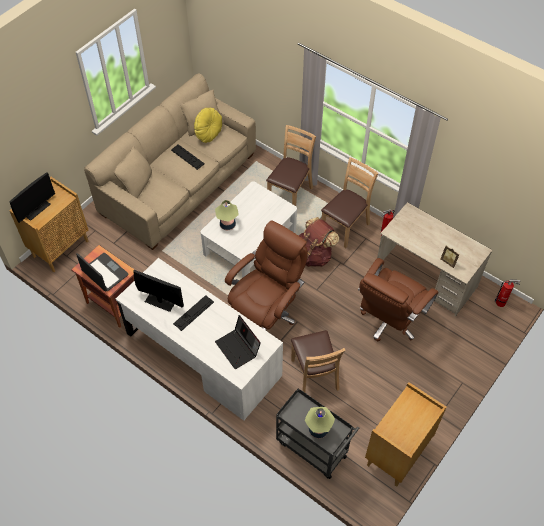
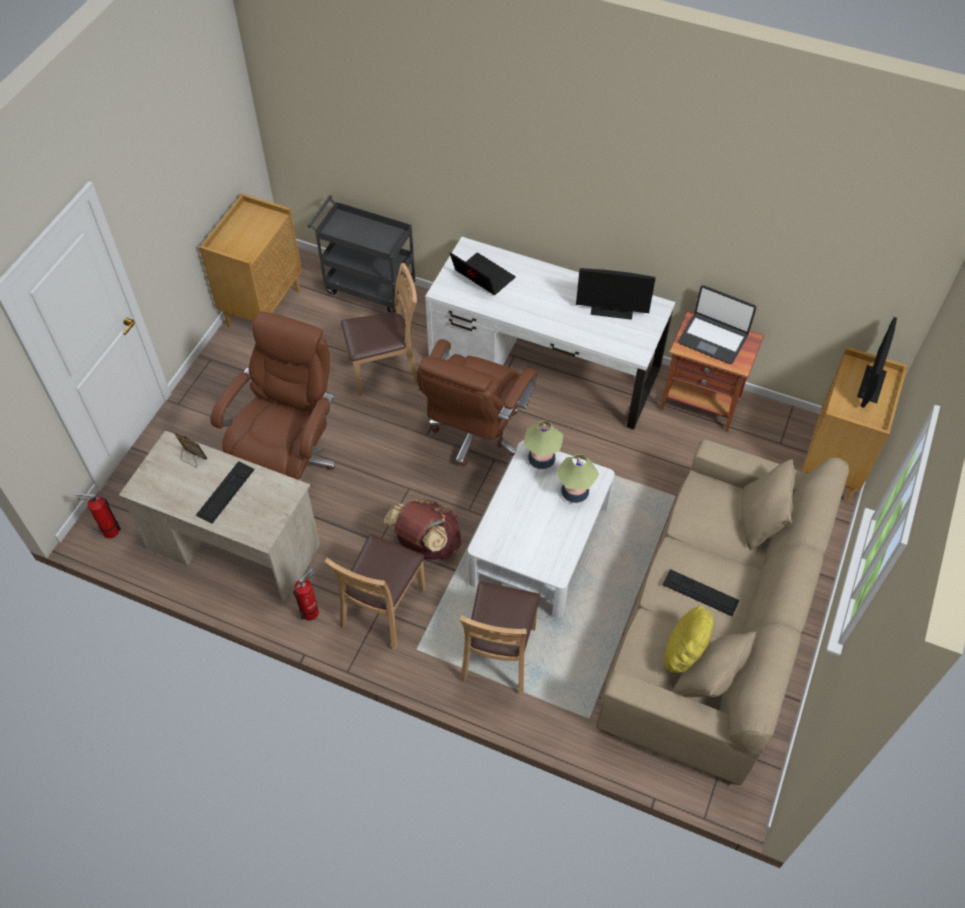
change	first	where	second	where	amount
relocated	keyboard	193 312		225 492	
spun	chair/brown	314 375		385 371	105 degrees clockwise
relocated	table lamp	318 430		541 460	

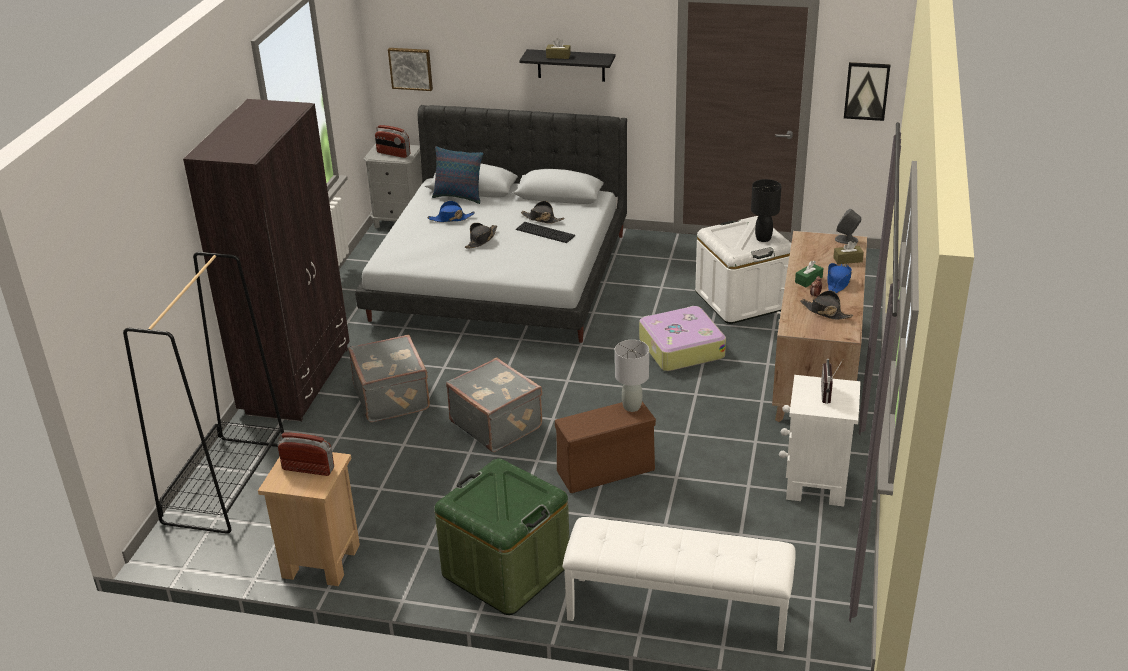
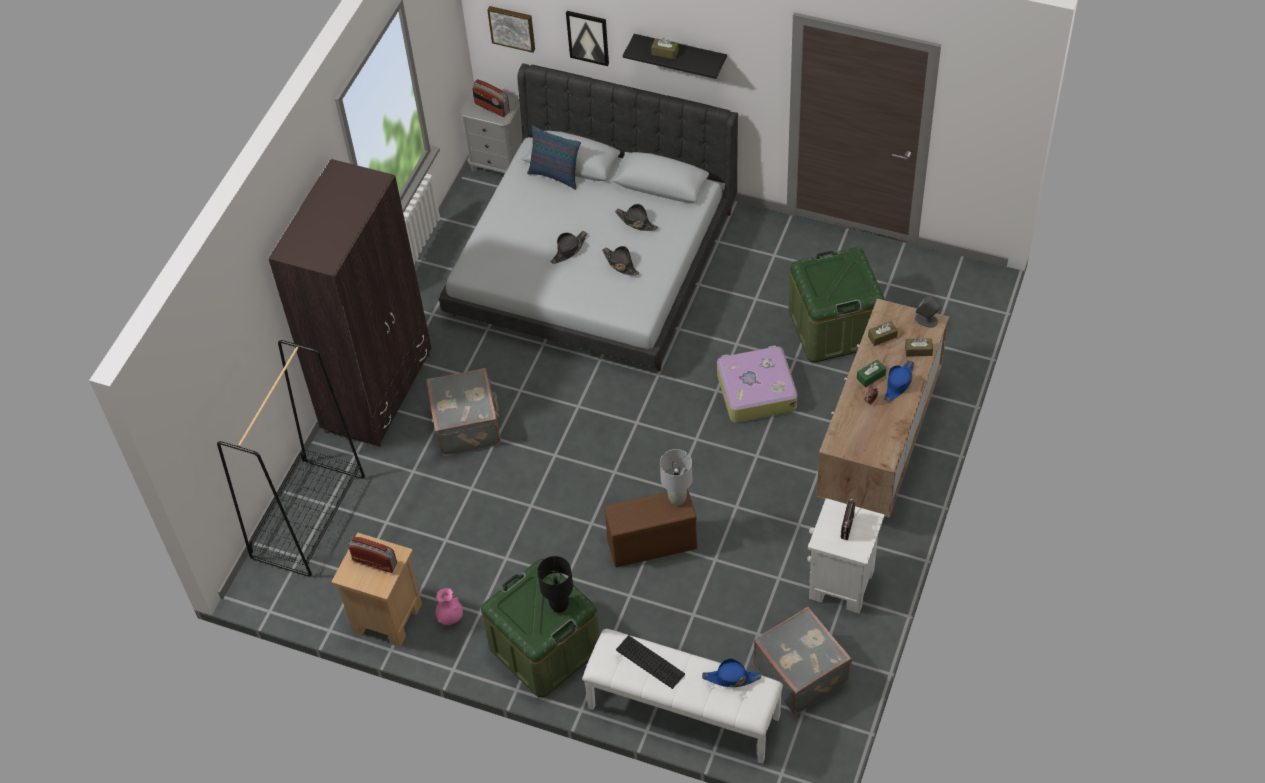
change	first	where	second	where	amount
appeared			vase/pink	450 617	
relocated	table lamp/black	763 238		559 606	
relocated	picture	866 91		588 37	
relocated	hat/black	825 312		620 264	
relocated	keyboard	545 232		650 662	
relocated	hat/blue	451 218		731 678	
relocated	suitcase/grey	497 424		801 672	
colour	storage box/white	742 300	storage box/green	834 328	
appeared			tissue box/brown	882 337	

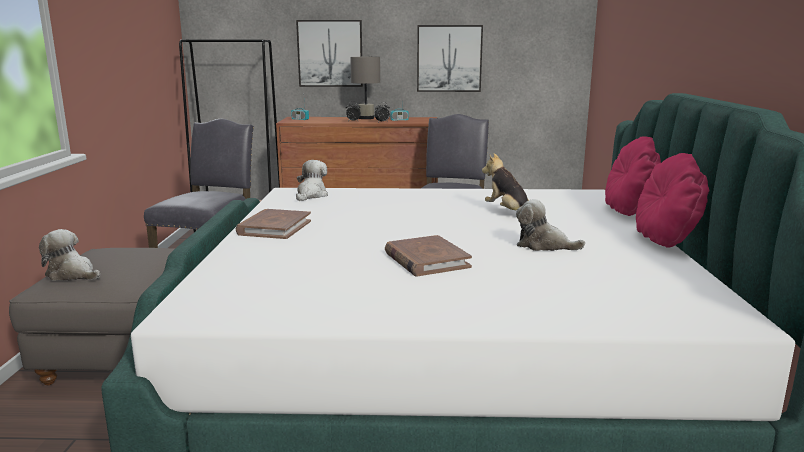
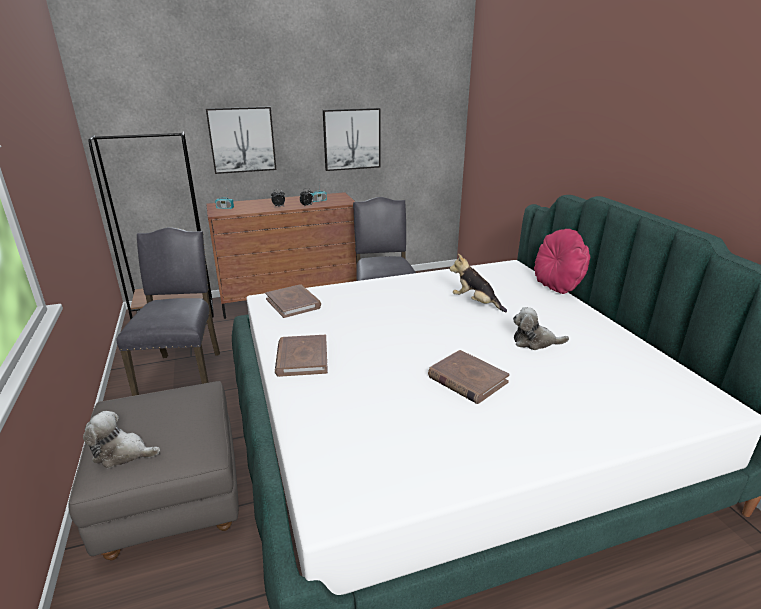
change	first	where	second	where	amount
exchanged	plush toy	311 195	book/brown	293 303	
missing	table lamp/grey	366 118			
missing	pillow/pink	666 241			

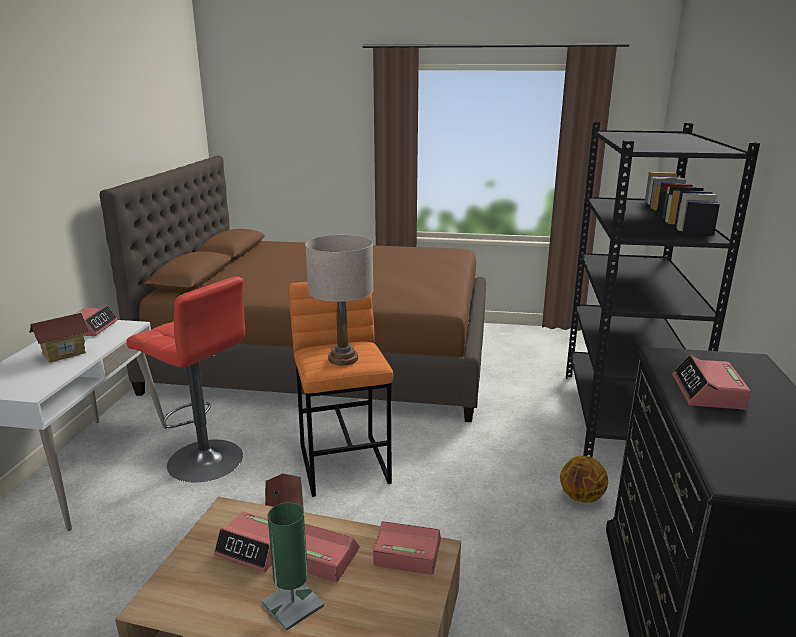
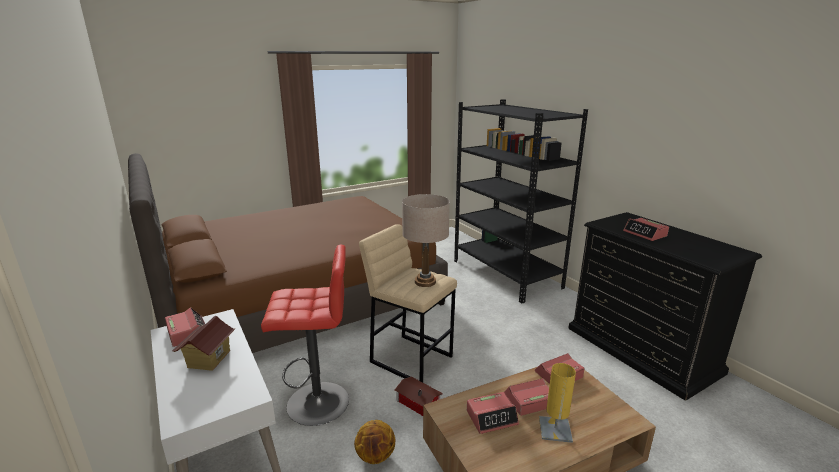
change	first	where	second	where	amount
relocated	basketball	581 497		376 456	
colour	stool/orange	343 462	stool/beige	409 358	
colour	table lamp/green	293 604	table lamp/yellow	555 429	

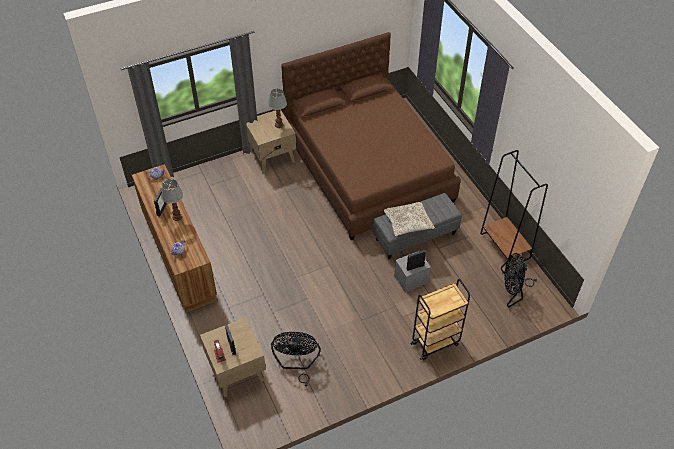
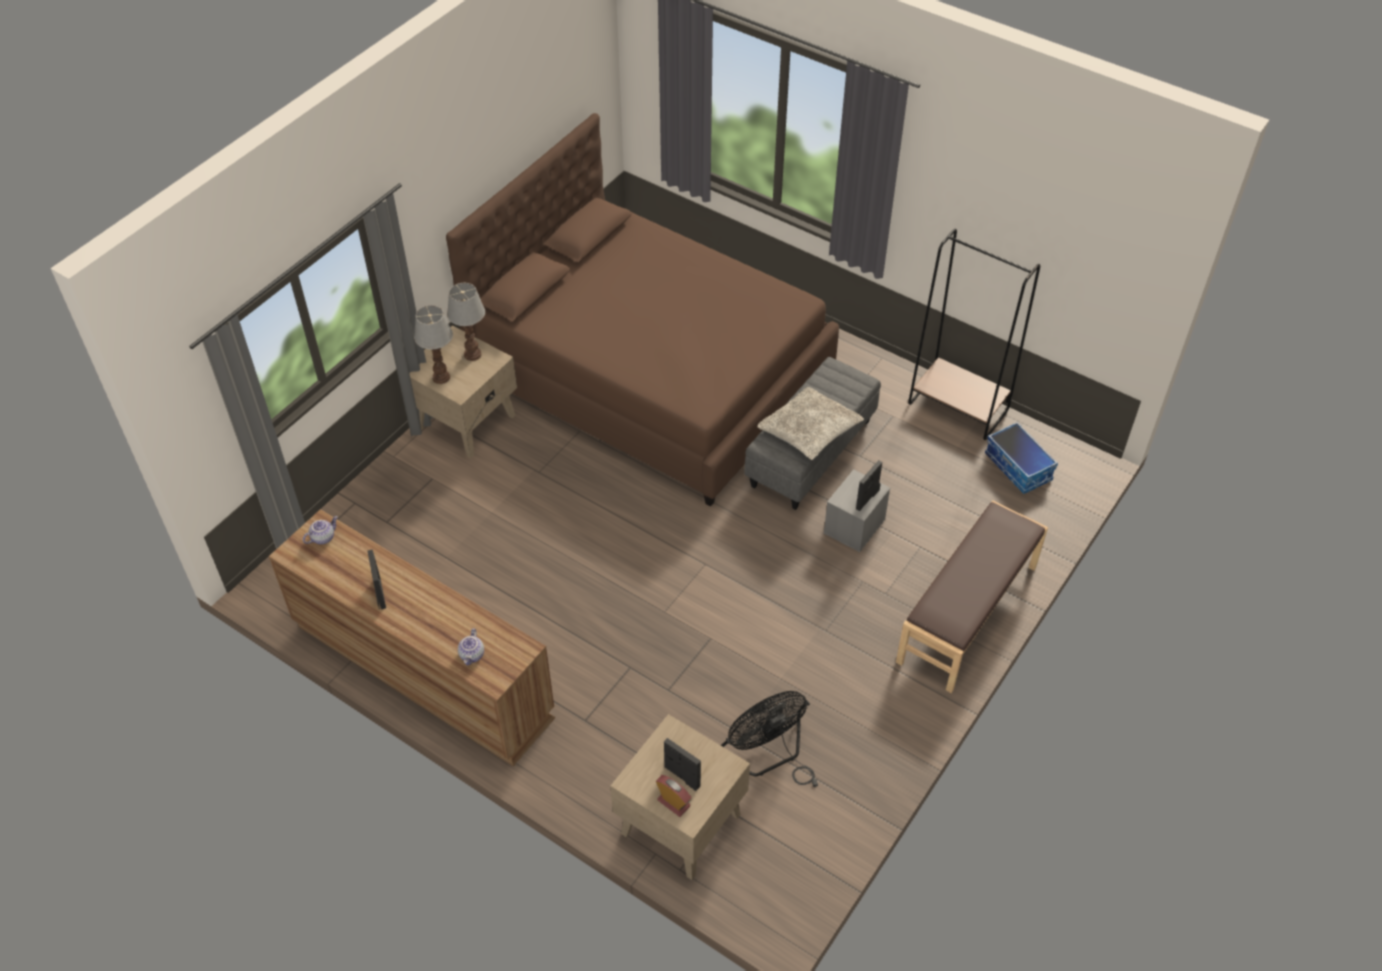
change	first	where	second	where	amount
relocated	table lamp	177 216		440 377	
exchanged	cart/brown	435 345	bench/brown	968 614	
exchanged	fan/black	514 288	storage box	1018 467	

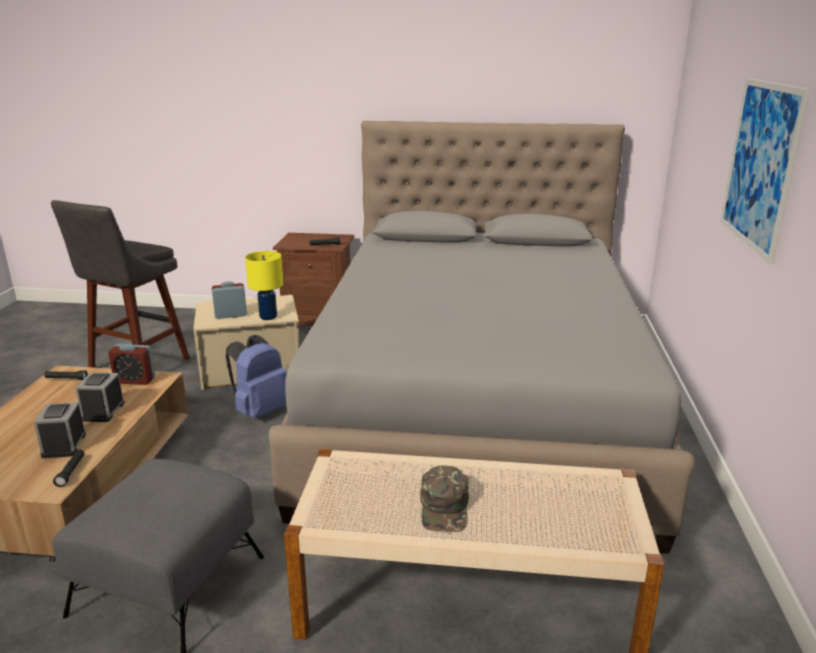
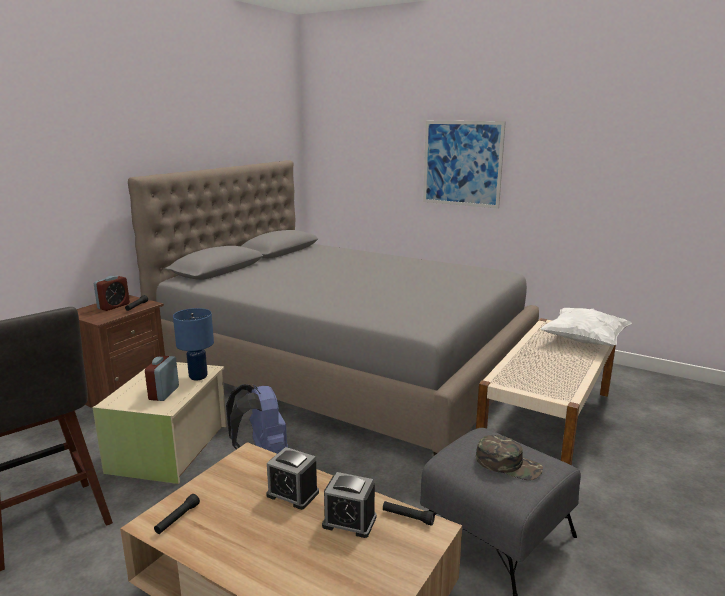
change	first	where	second	where	amount
relocated	alarm clock	135 380		113 306	
colour	table lamp/yellow	267 317	table lamp/blue	197 377	
relocated	cap/green	445 507		508 464	
appeared			pillow/white	584 341	

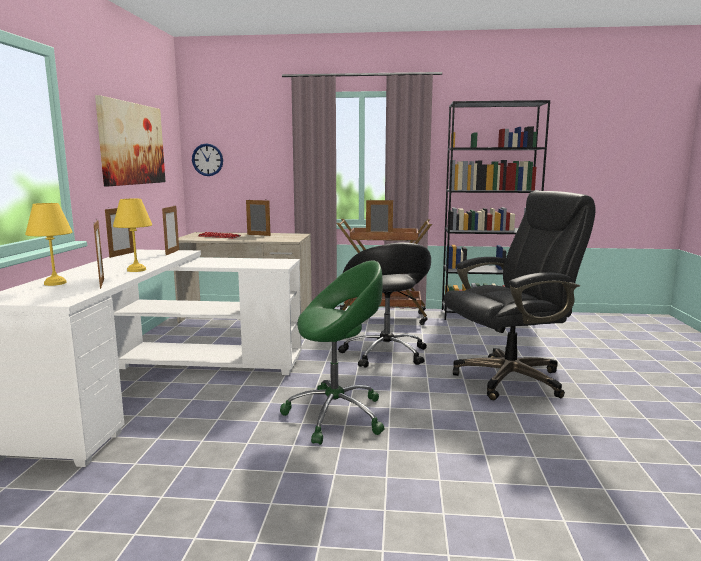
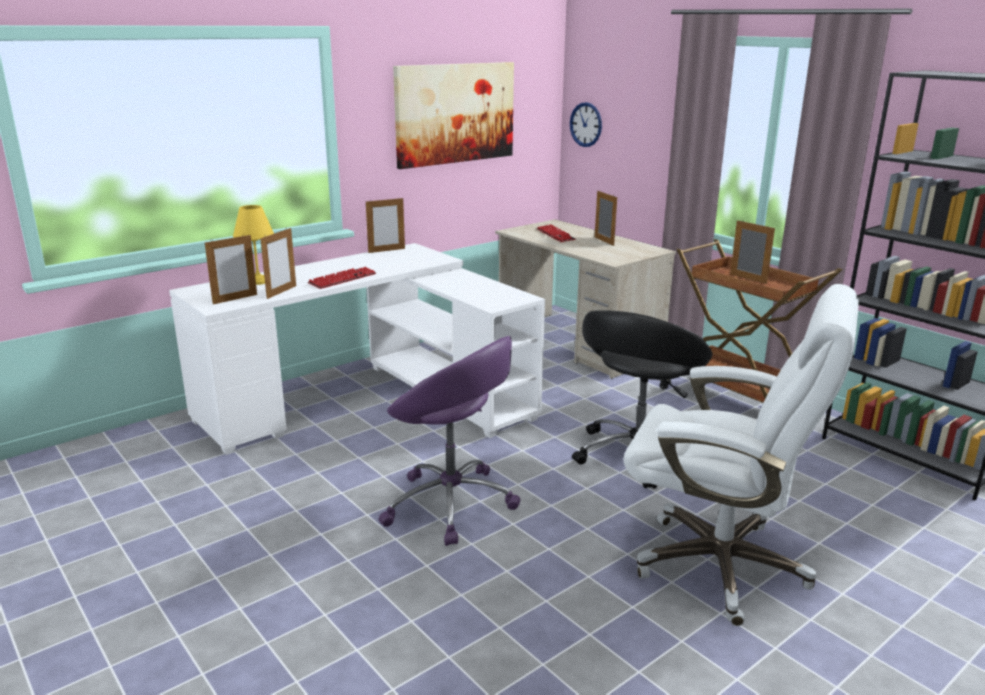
change	first	where	second	where	amount
relocated	picture frame	172 252		235 299	
exchanged	table lamp/yellow	136 270	keyboard	342 279	
colour	office chair/green	338 415	office chair/purple	452 505	
colour	office chair/black	507 380	office chair/white	716 564	

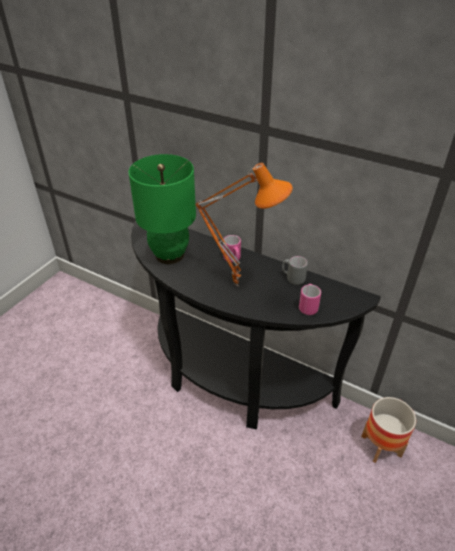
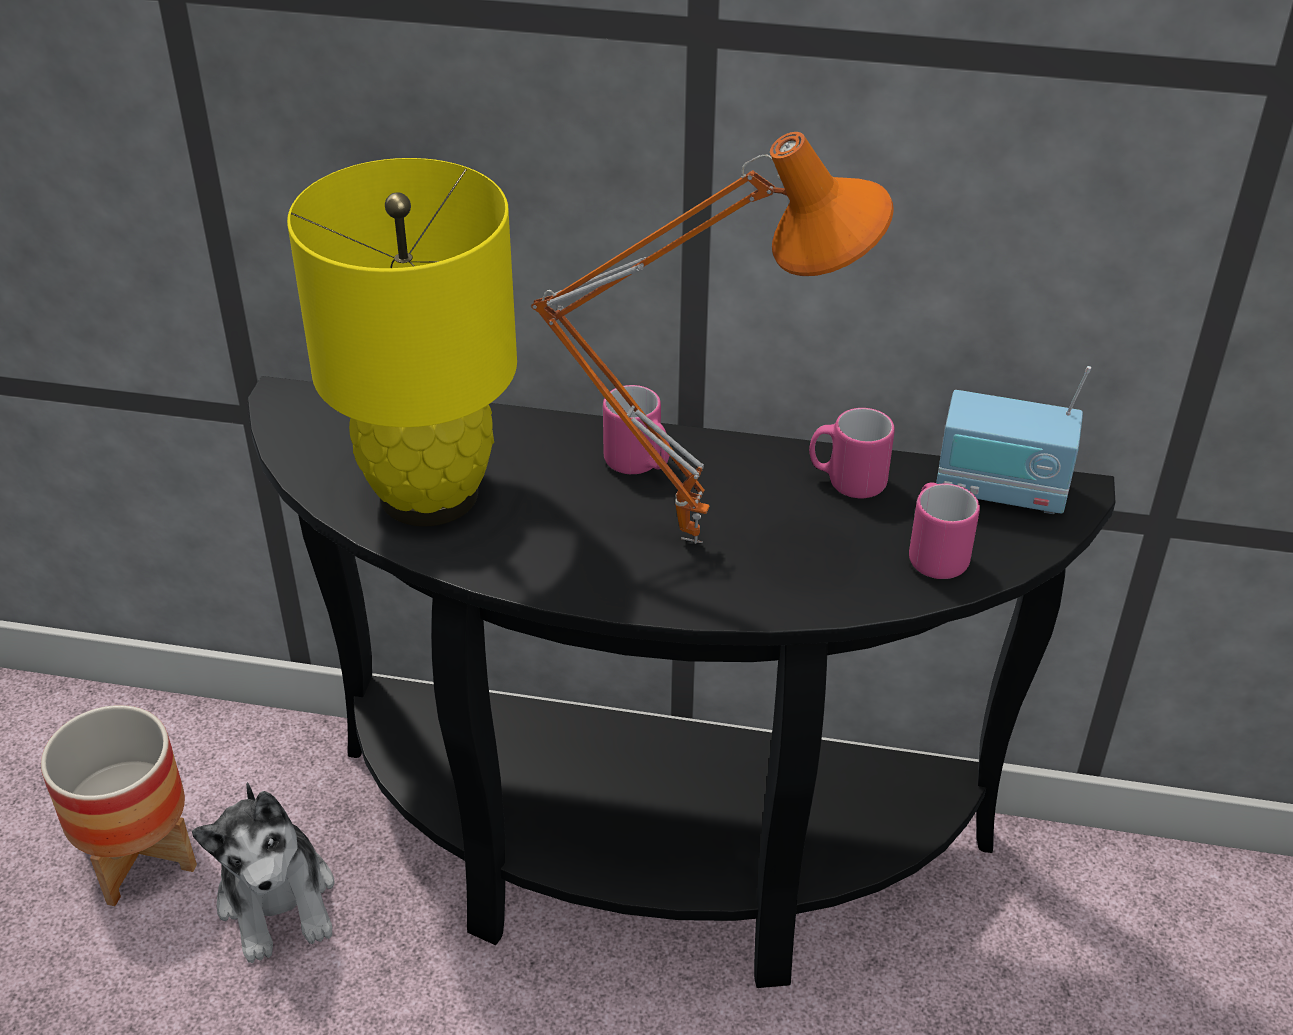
change	first	where	second	where	amount
relocated	planter	381 446		139 857	
appeared			plush toy	278 899	
colour	table lamp/green	170 254	table lamp/yellow	429 493	
colour	mug/grey	292 278	mug/pink	846 481	
appeared			radio	1000 490	

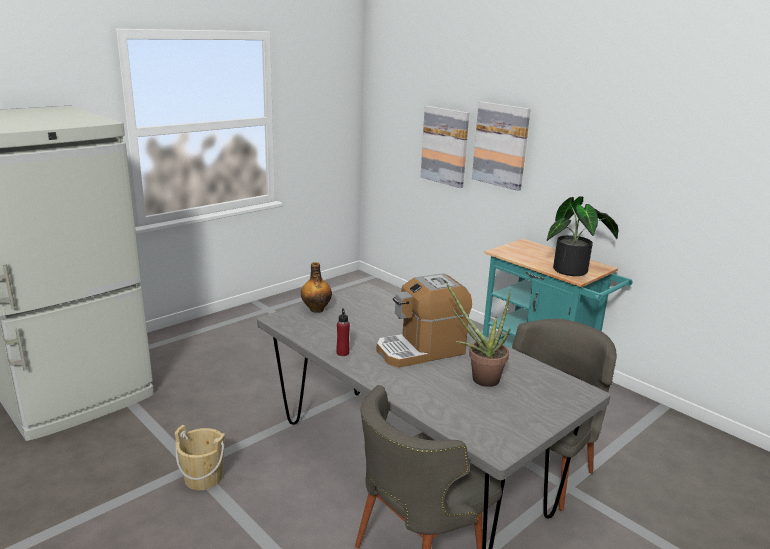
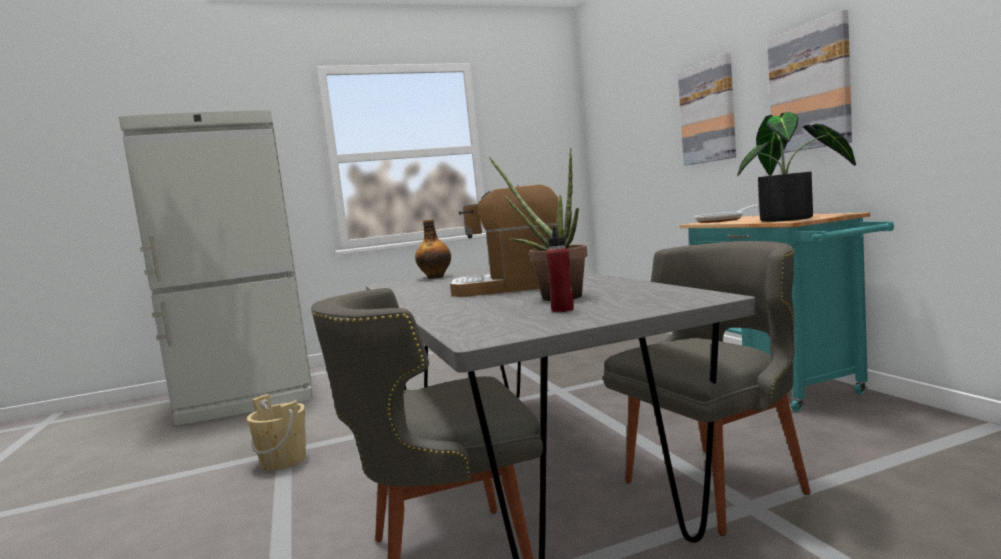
change	first	where	second	where	amount
relocated	bottle/red	342 353		562 310	
appeared			frying pan	722 220	
relocated	picture	445 146		810 87	

